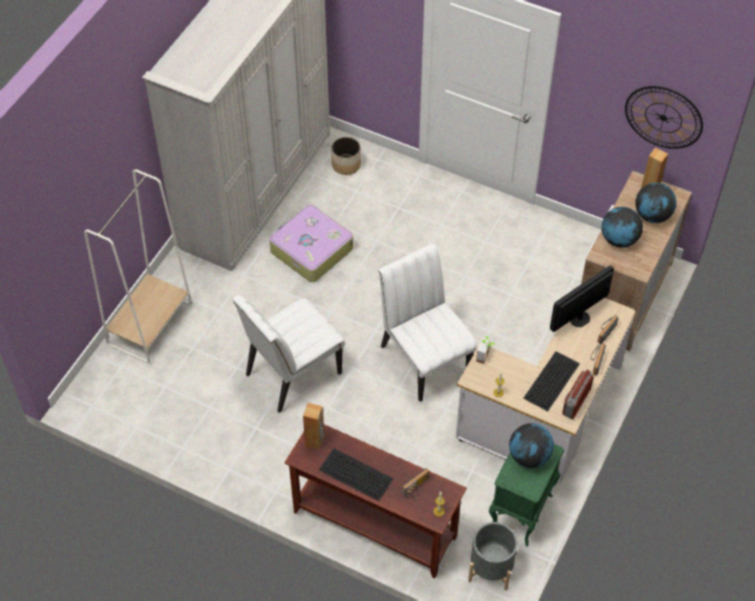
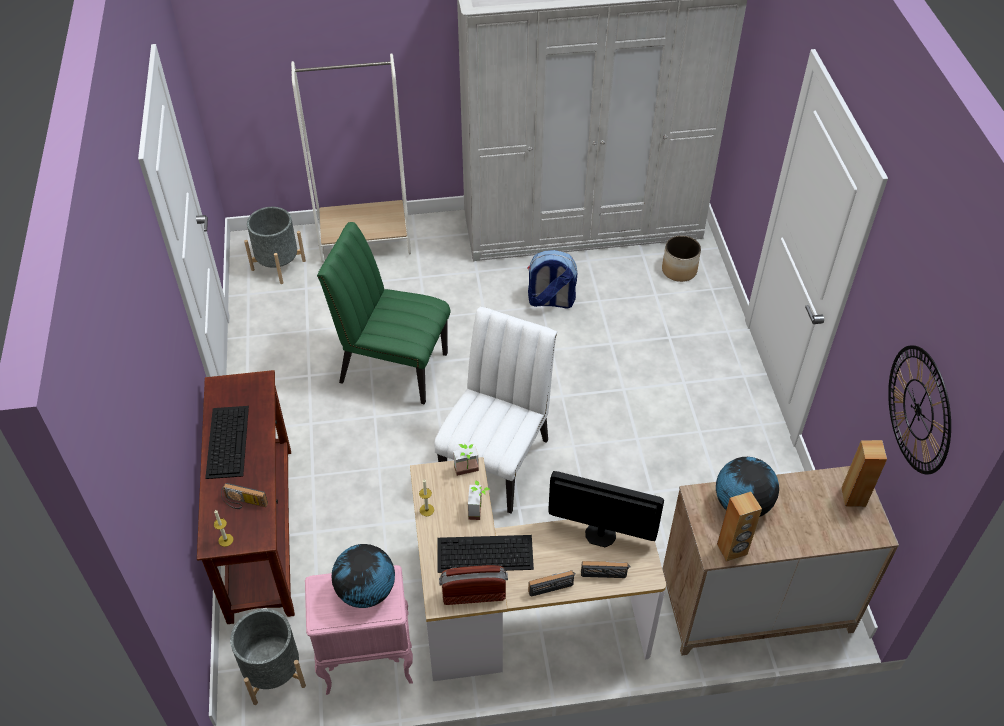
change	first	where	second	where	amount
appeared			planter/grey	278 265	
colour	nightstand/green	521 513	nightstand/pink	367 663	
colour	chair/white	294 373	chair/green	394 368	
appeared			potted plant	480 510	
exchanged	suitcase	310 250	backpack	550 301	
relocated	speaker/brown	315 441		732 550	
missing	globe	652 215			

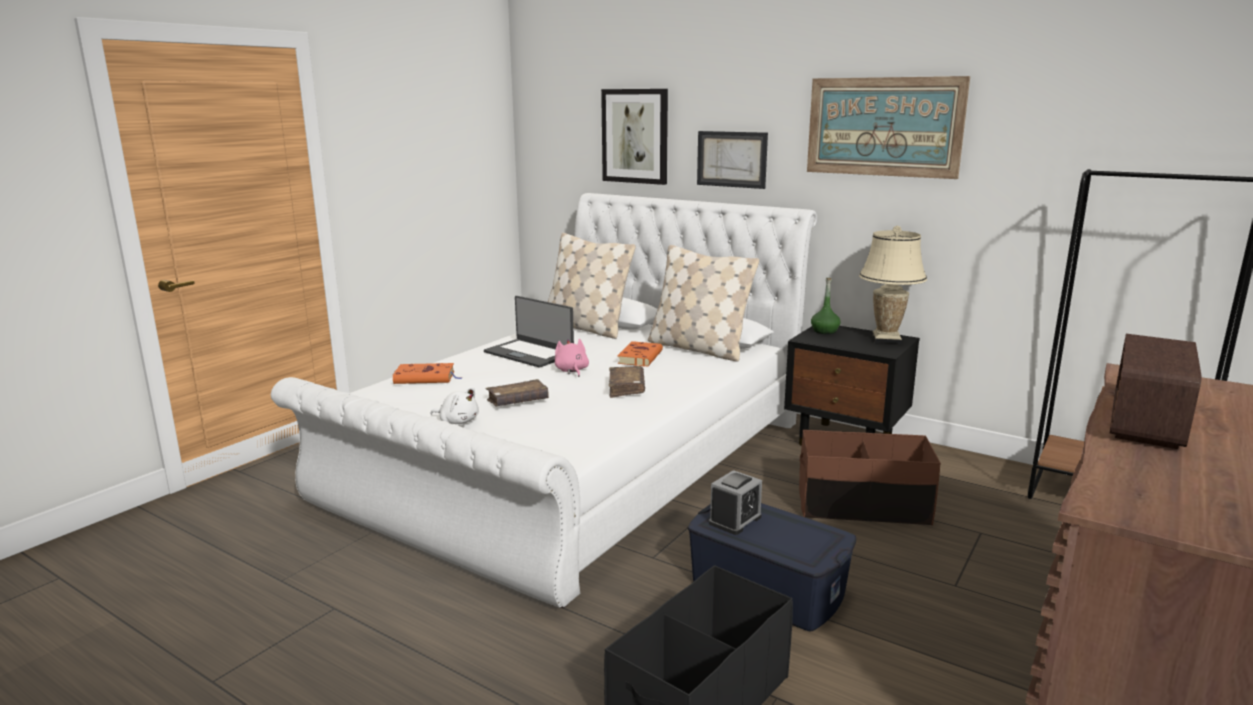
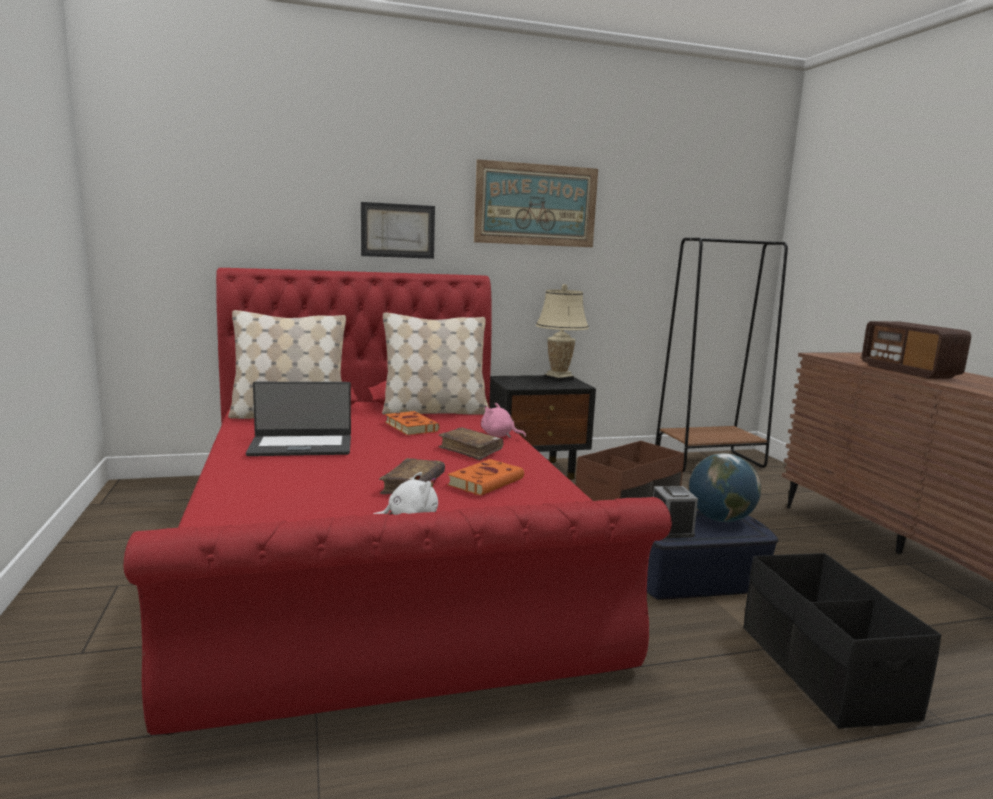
change	first	where	second	where	amount
colour	bed/white	578 458	bed/red	380 551	
relocated	book/orange	426 378		487 481	
relocated	plush toy/pink	571 371		499 435	
appeared			globe	720 519	
missing	picture	635 136			
missing	bottle/green	824 331			

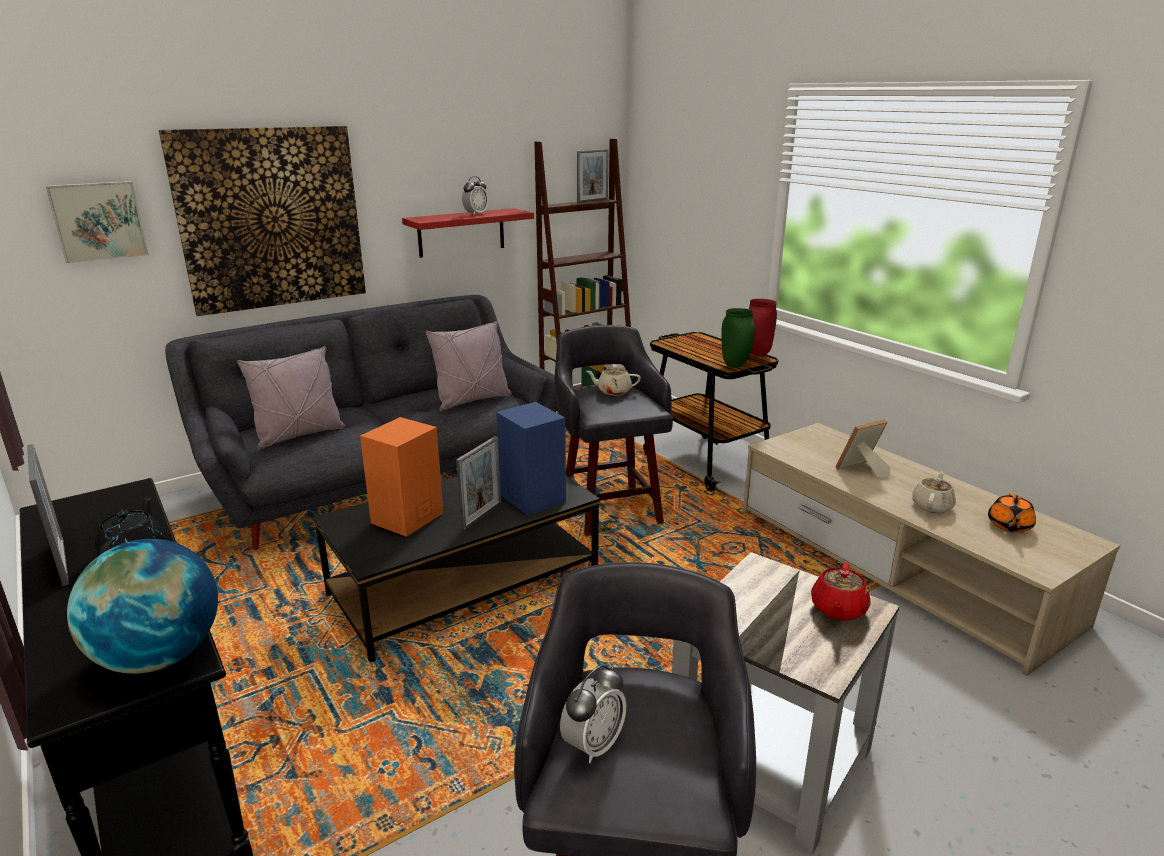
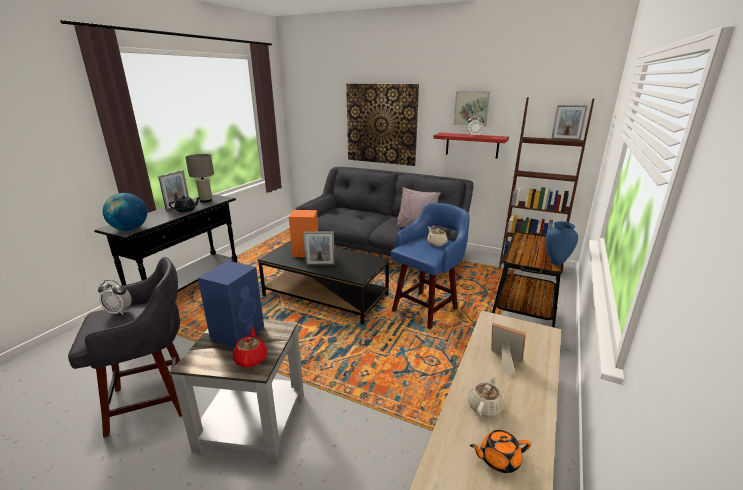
change	first	where	second	where	amount
appeared			table lamp/grey	206 200	
relocated	speaker/blue	531 497		238 332	
spun	teapot/red	838 609		251 359	90 degrees clockwise
colour	stool/grey	609 507	stool/blue	427 309	
relocated	picture	98 221		471 108	
spun	teapot/beige	932 506		485 406	60 degrees counterclockwise
colour	vase/red	758 354	vase/blue	556 263	
missing	pillow/purple	299 435			
missing	vase/green	734 365			

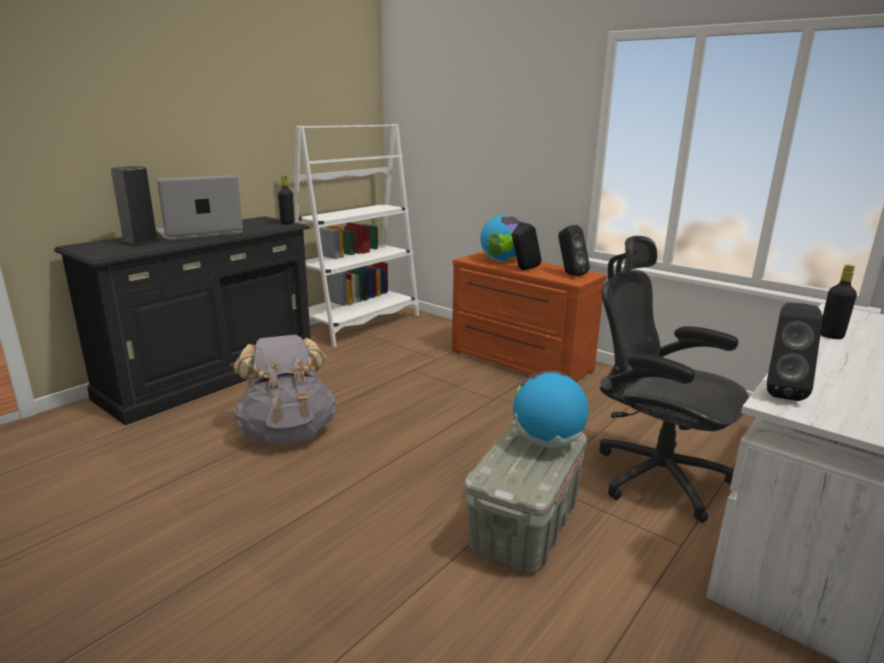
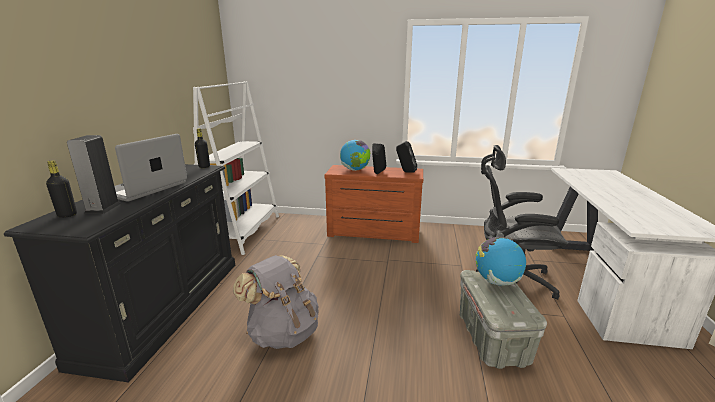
change	first	where	second	where	amount
relocated	bottle/black	831 336		67 215	
missing	speaker/black	781 391			

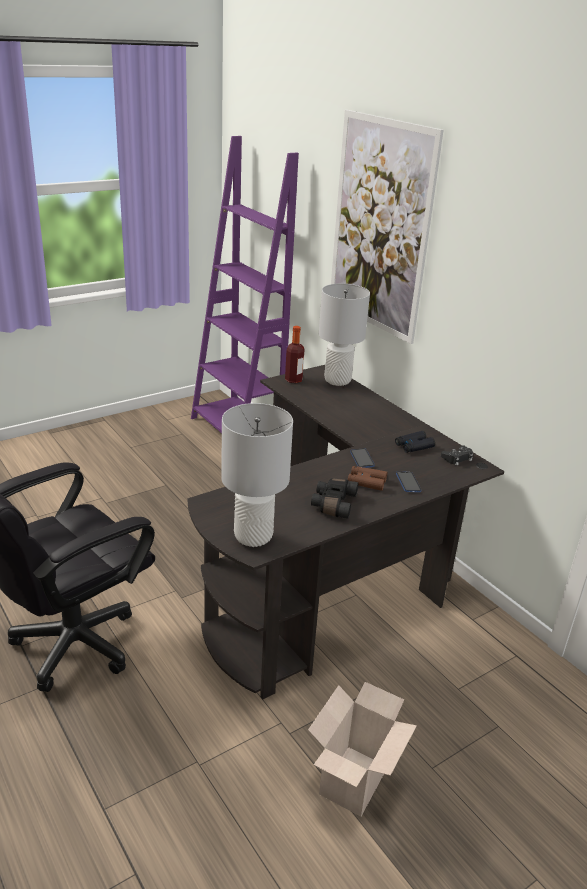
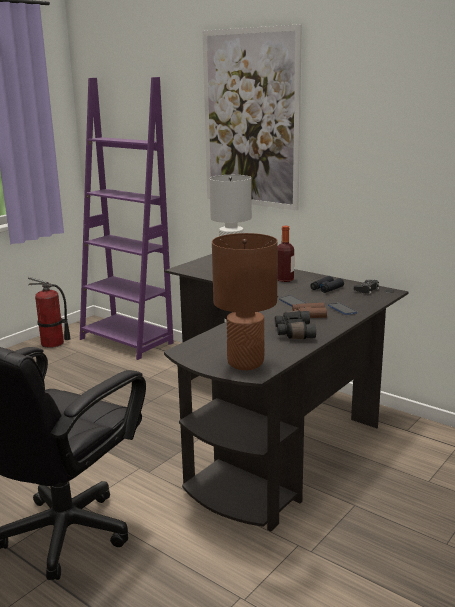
change	first	where	second	where	amount
appeared			fire extinguisher	52 343	
colour	table lamp/grey	253 538	table lamp/brown	245 365	
relocated	bottle	293 380		285 279	
missing	cardboard box	354 783			

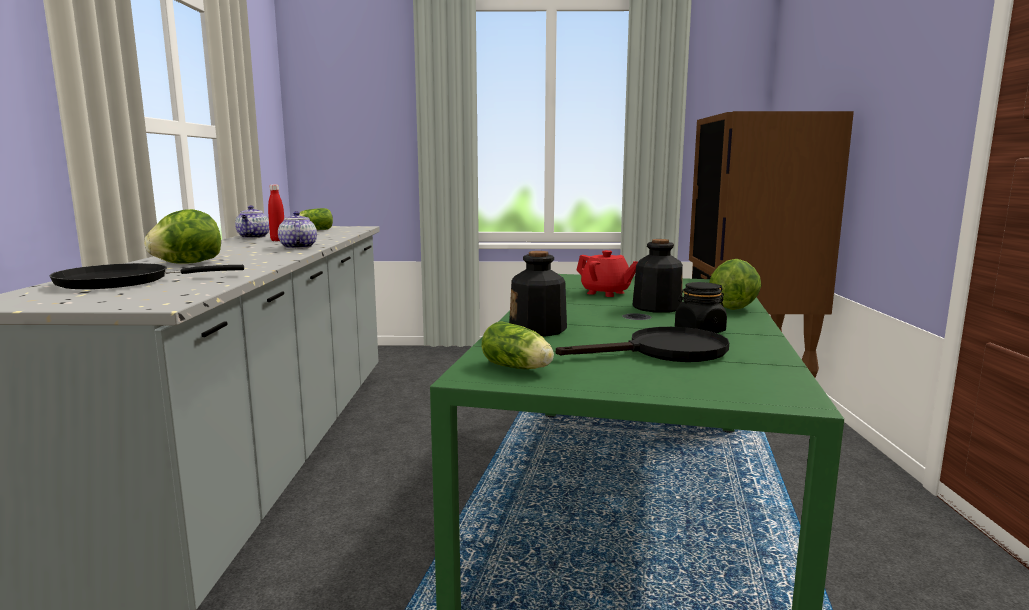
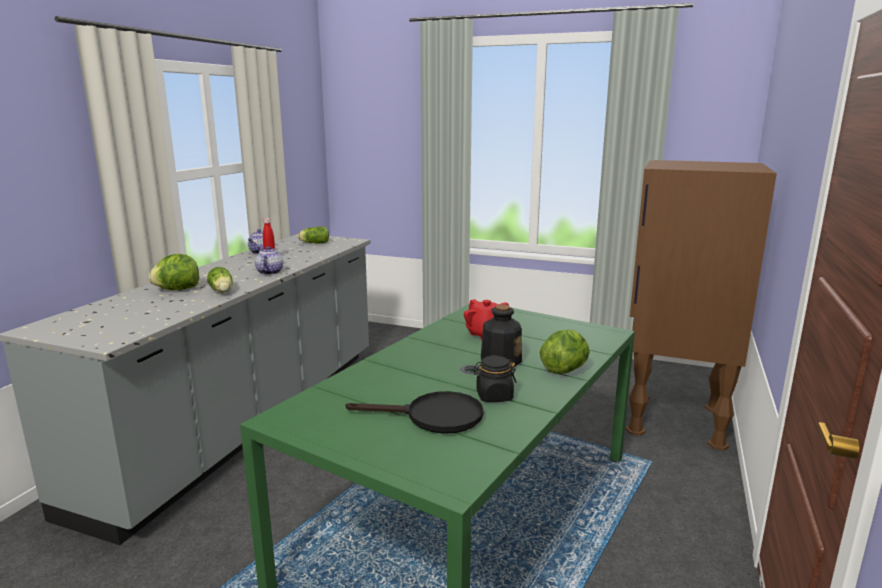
change	first	where	second	where	amount
relocated	lettuce	519 368		222 291	
missing	frying pan/black	122 282			
missing	bottle	538 330			

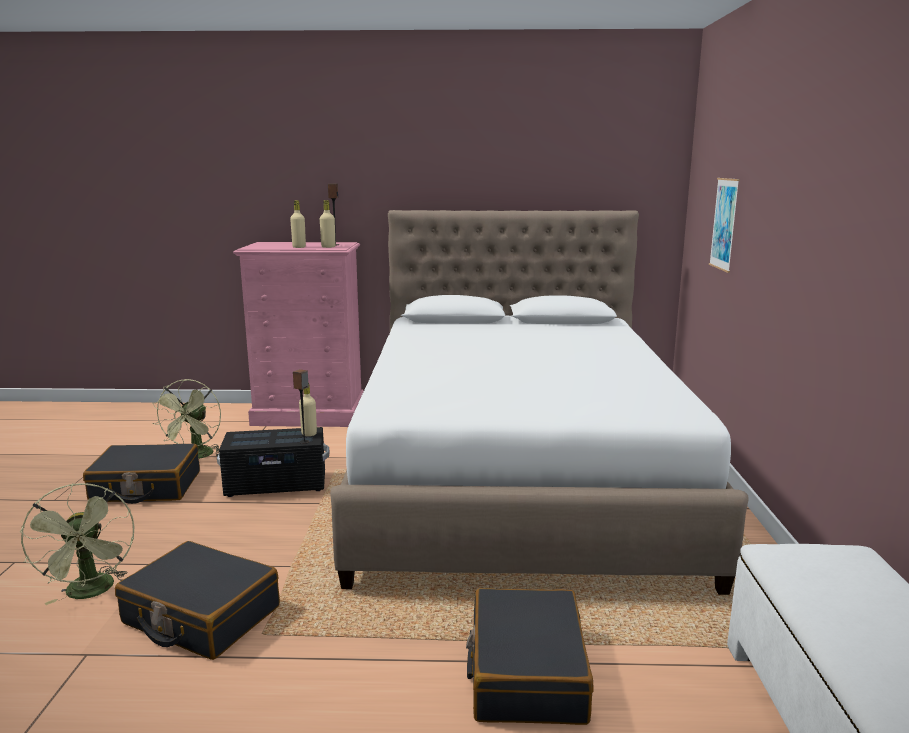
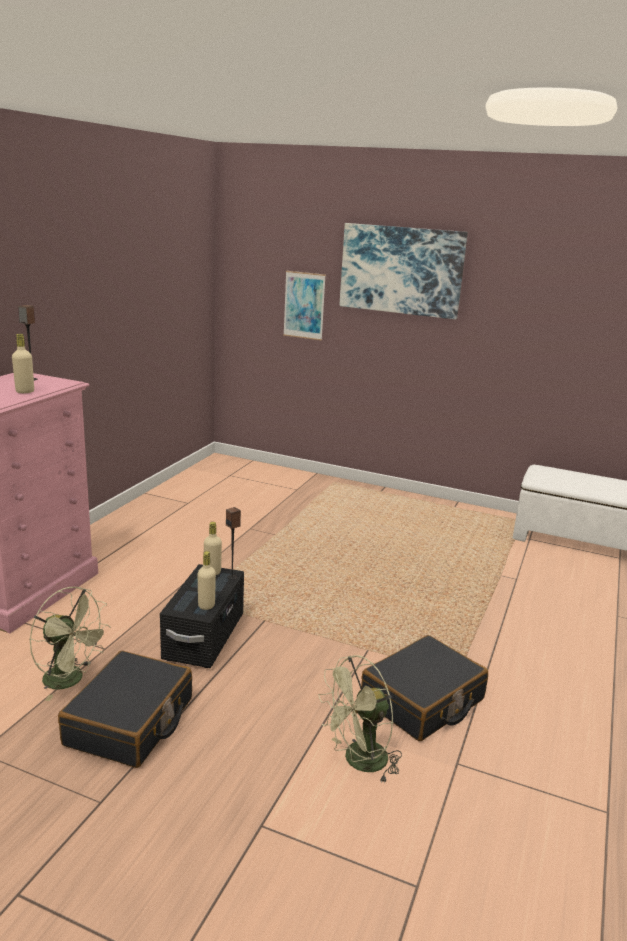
change	first	where	second	where	amount
relocated	bottle/beige	328 247		206 605	
spun	fan/green	91 593		358 762	150 degrees clockwise
appeared			picture	401 270	
missing	bed/white	518 475			
missing	suitcase/black	526 672			

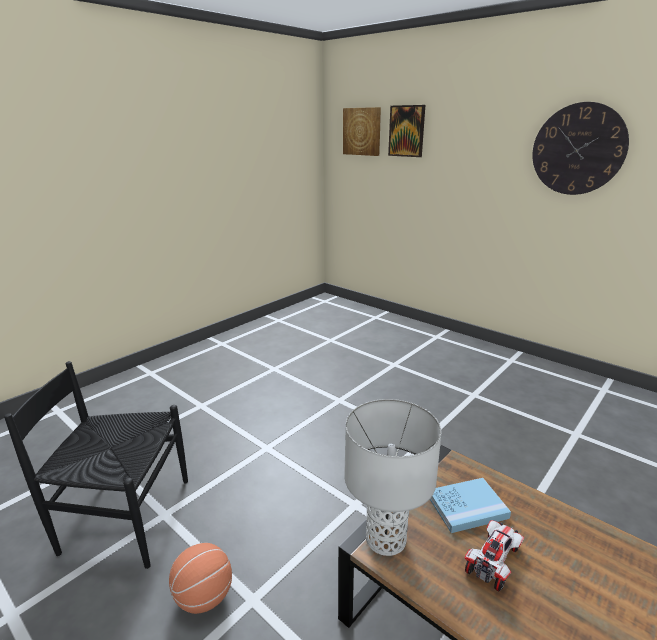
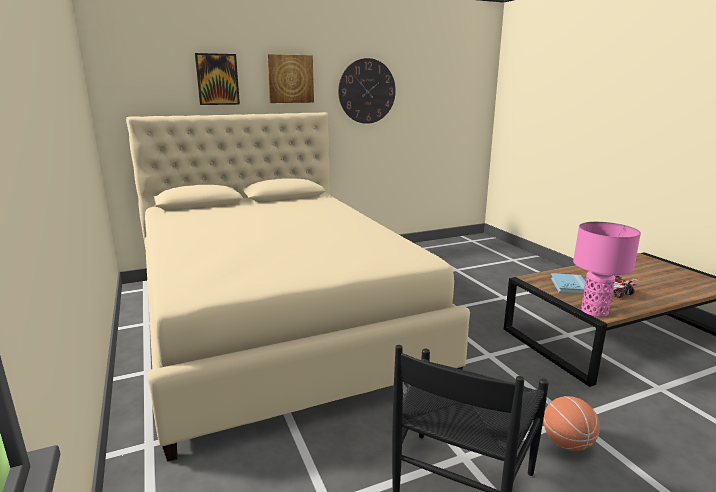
change	first	where	second	where	amount
appeared			bed/beige	276 320	
relocated	picture	362 131		290 79	
colour	table lamp/white	385 537	table lamp/pink	594 311	

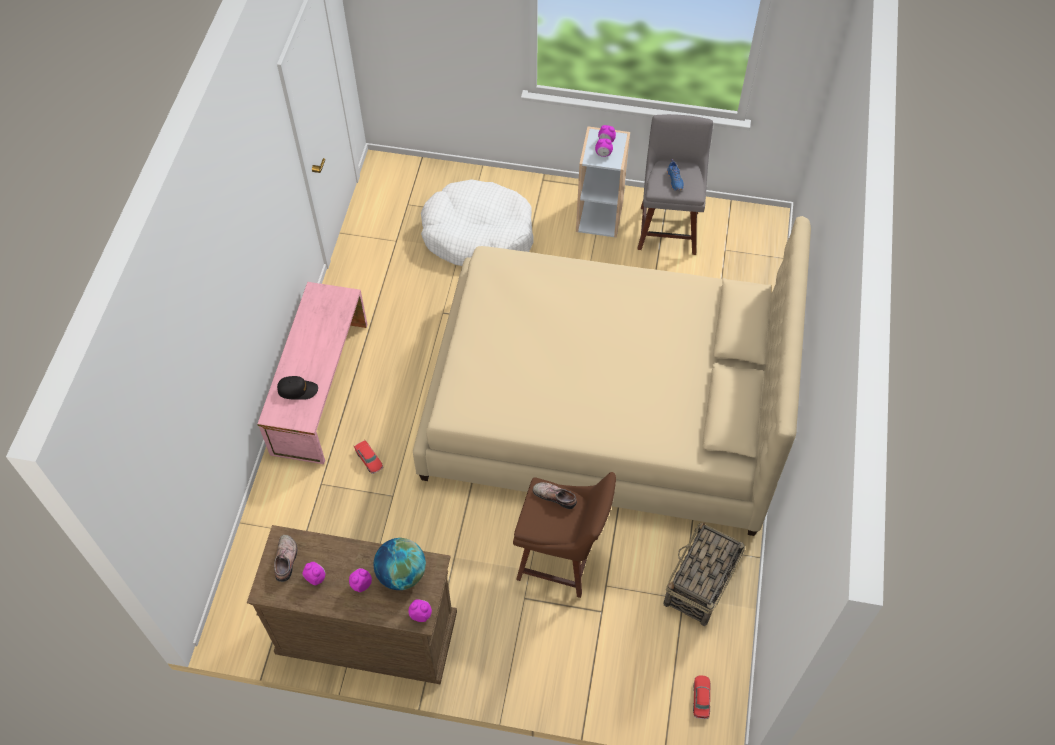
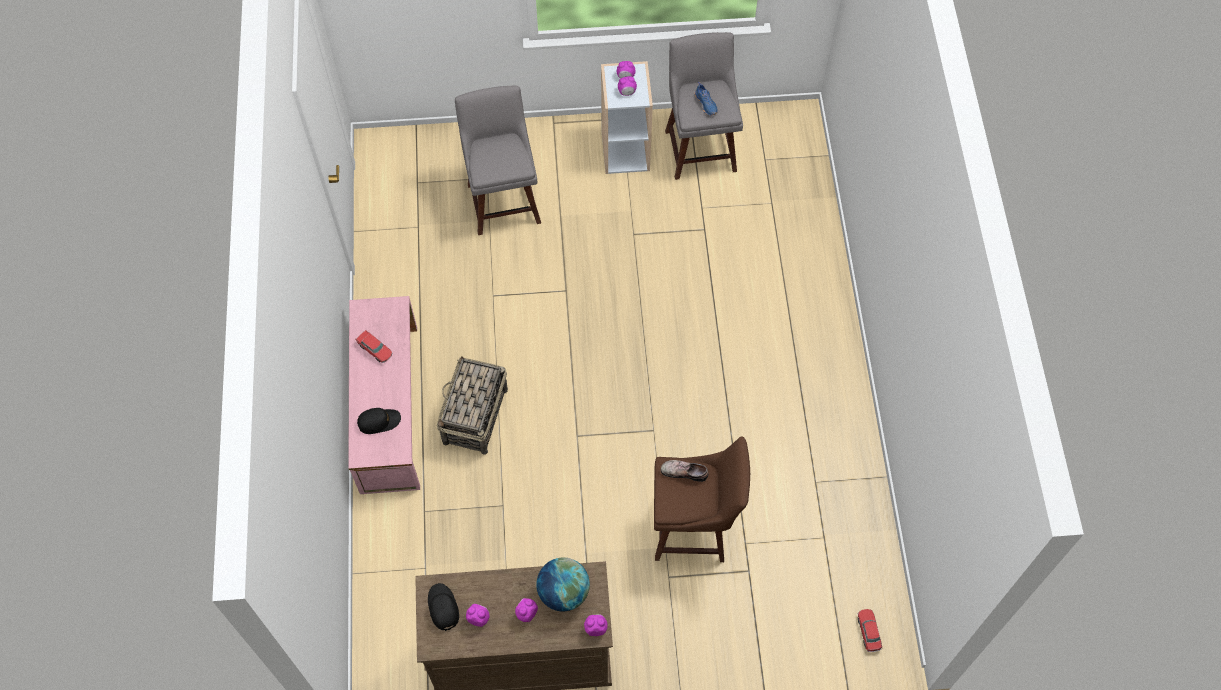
change	first	where	second	where	amount
relocated	toy car	369 459		375 349	
exchanged	shoe	287 559	cap/black	443 607	
relocated	basket	699 585		475 417	
exchanged	dog bed/white	478 234	stool/grey	503 200	
missing	bed/beige	603 408			

